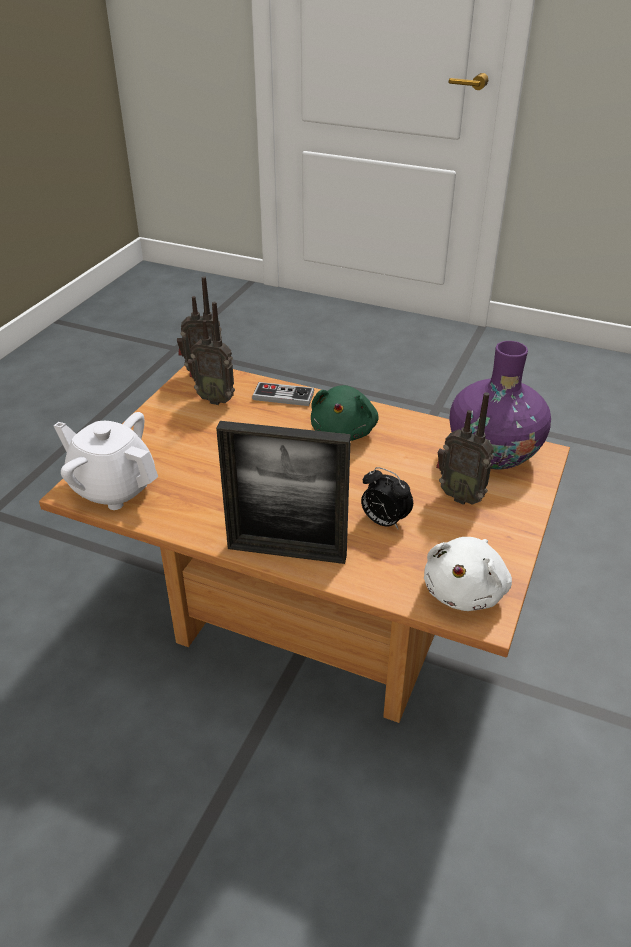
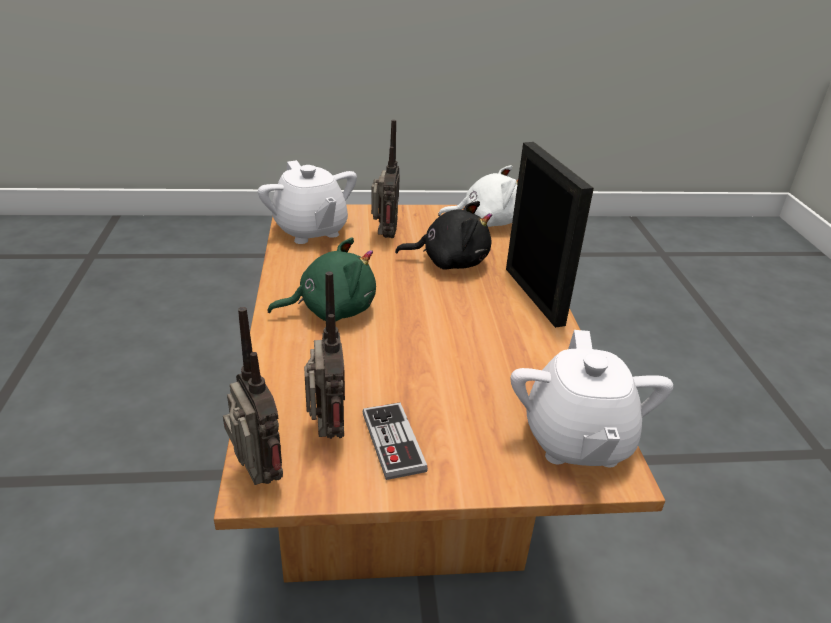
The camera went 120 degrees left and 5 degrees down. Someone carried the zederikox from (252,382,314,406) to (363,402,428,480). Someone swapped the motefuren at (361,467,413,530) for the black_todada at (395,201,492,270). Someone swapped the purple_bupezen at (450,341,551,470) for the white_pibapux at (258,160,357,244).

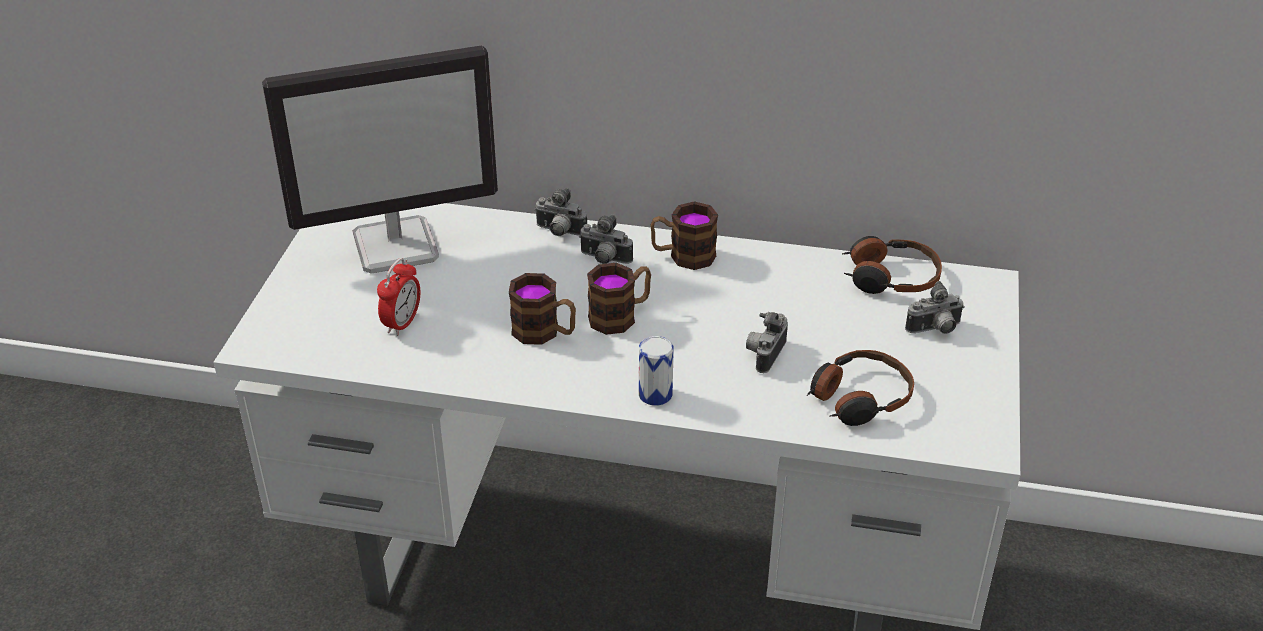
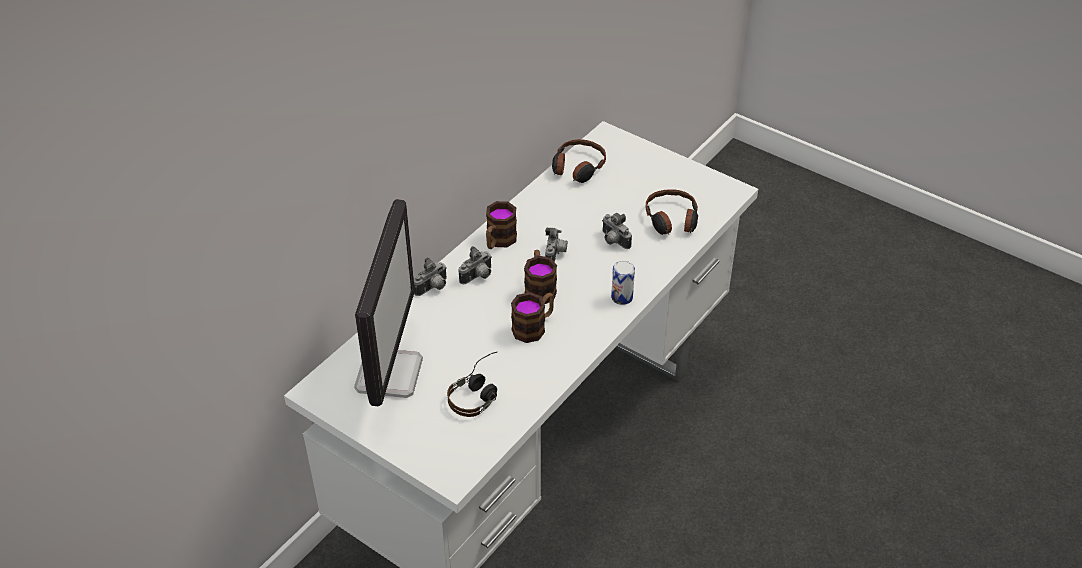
The camera went 65 degrees left and 5 degrees up. Someone swapped the motefuren at (377,258,420,336) for the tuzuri at (447,352,497,417). Someone carried the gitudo from (905,281,965,334) to (545,228,567,262).

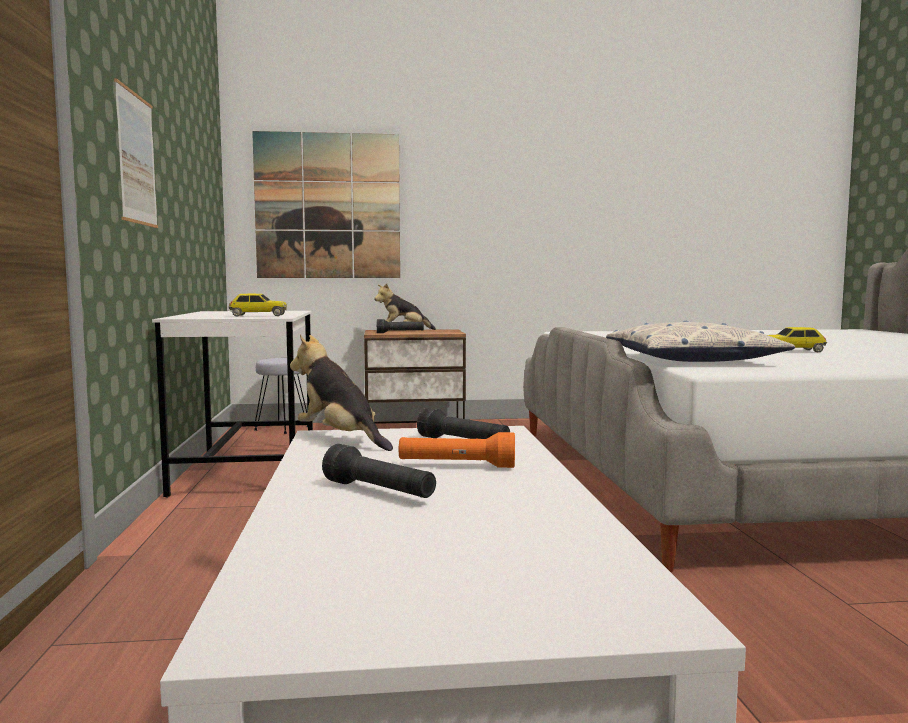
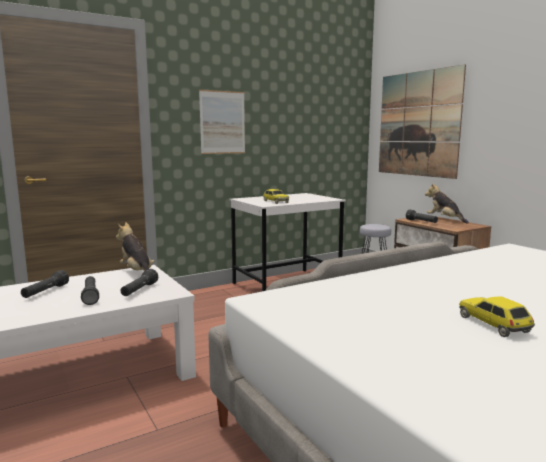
The camera went 65 degrees right and 5 degrees up. Someone rotated the todada at (290,334,393,451) by 60 degrees counterclockwise. Someone repainted the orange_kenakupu at (399,432,515,468), which became the black_kenakupu at (81,276,99,305). Someone took away the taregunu at (606,321,795,362).

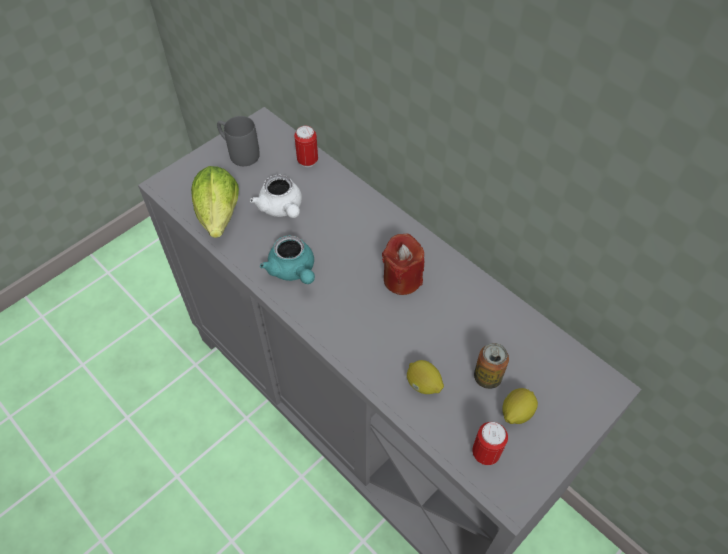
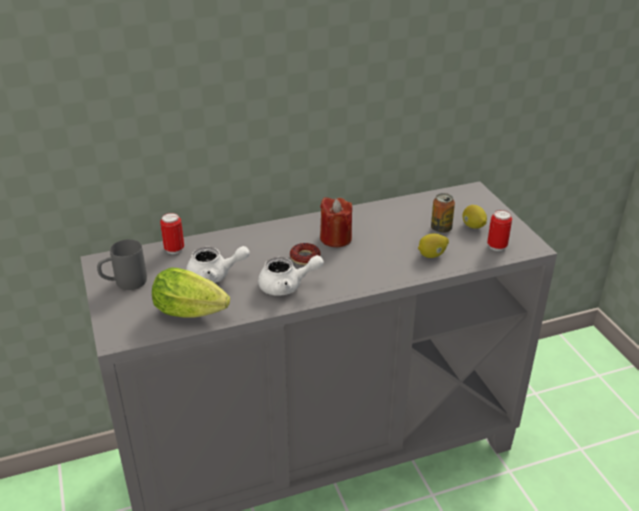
The camera went 65 degrees left and 20 degrees down. Someone repainted the turquoise_pibapux at (260,235,315,284), which became the white_pibapux at (258,255,324,296). Someone put down the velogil at (290,243,321,265).

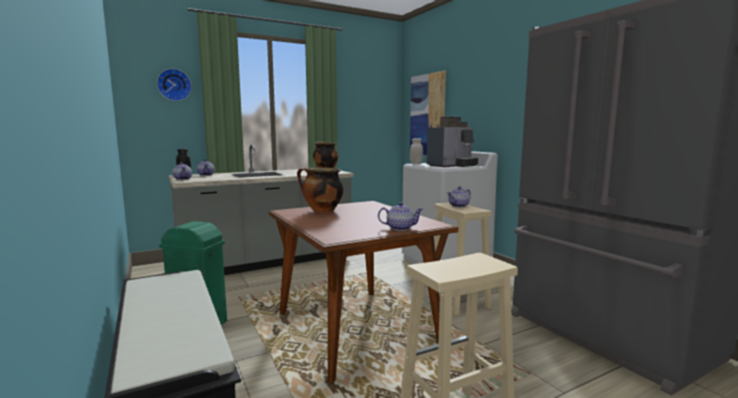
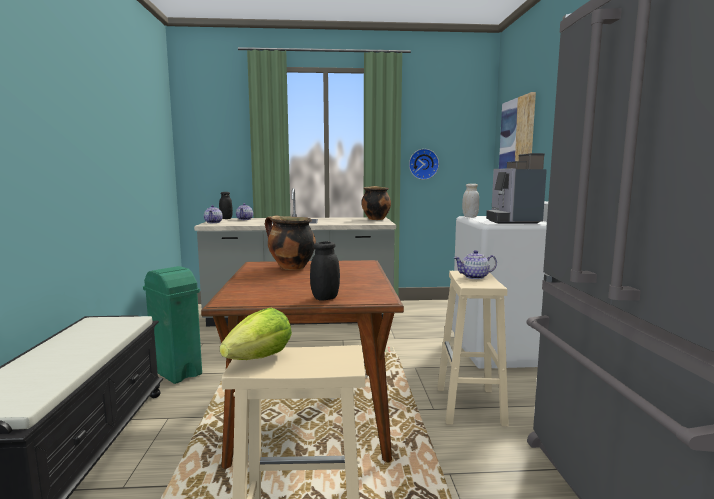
The camera went 25 degrees right and 0 degrees up. Someone carried the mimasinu from (157,69,192,101) to (409,149,439,180). Someone swapped the pibapux at (378,202,423,231) for the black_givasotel at (310,241,340,301). Someone rotated the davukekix at (427,117,478,167) by 105 degrees clockwise. Someone put down the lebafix at (220,308,292,360).

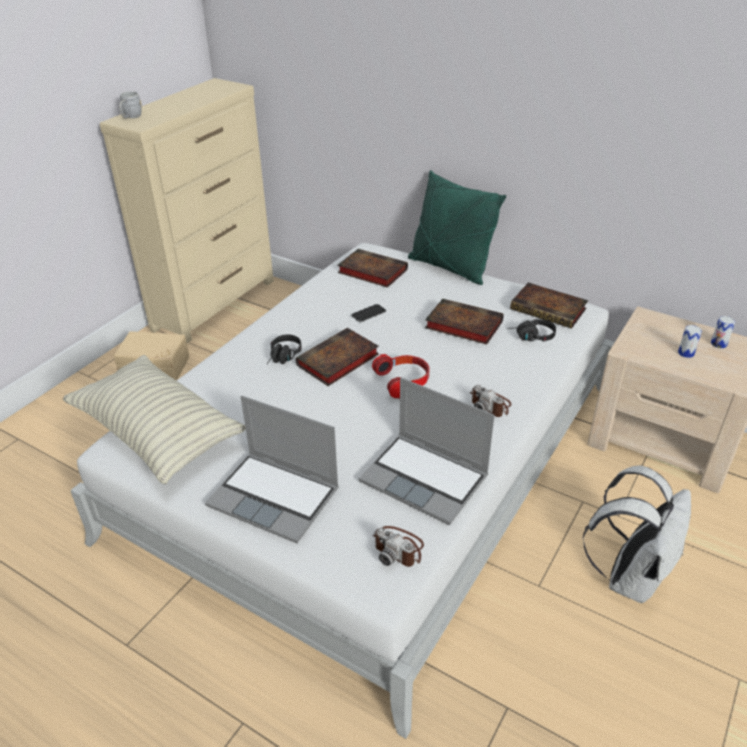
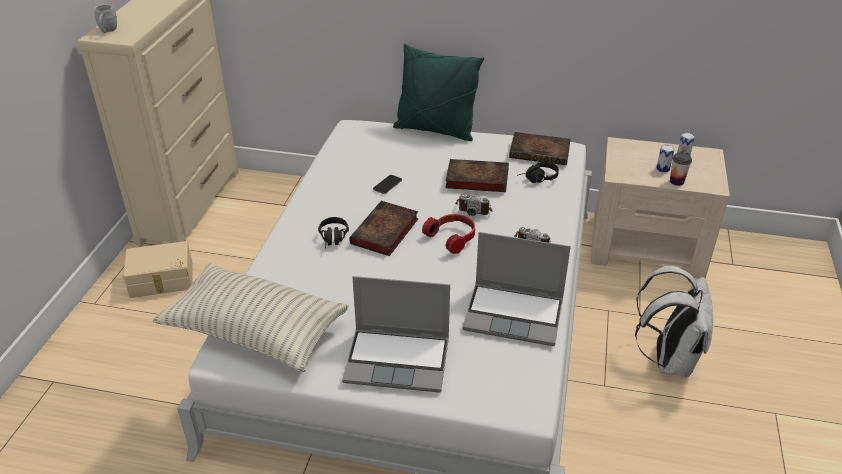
The camera went 20 degrees left and 0 degrees up. Someone took away the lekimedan at (337,249,408,287). Someone carried the gitudo from (372,526,424,567) to (455,194,492,216). Someone put down the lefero at (670,152,692,186).

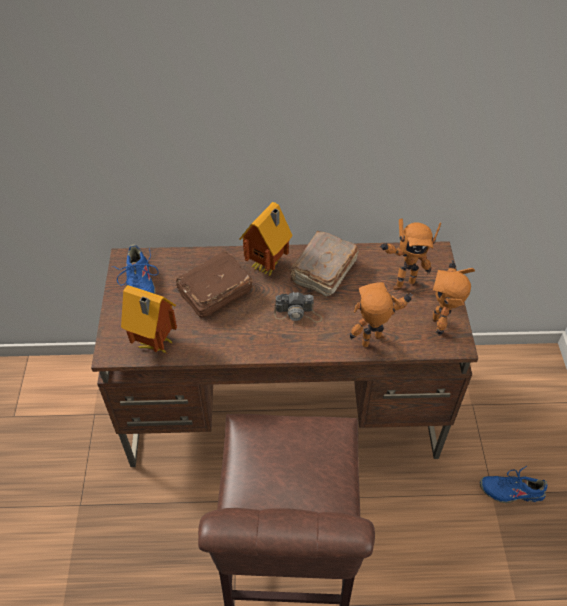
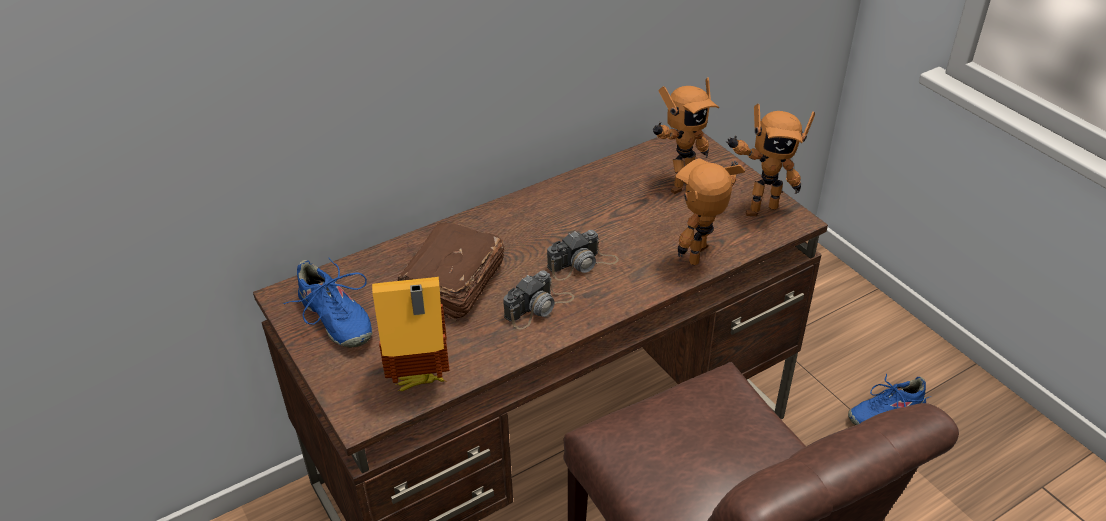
The camera went 30 degrees left and 10 degrees down. Someone took away the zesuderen at (239,202,292,276). Someone took away the brown_lekimedan at (290,231,359,298). Someone rotated the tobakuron at (432,260,475,336) by 75 degrees counterclockwise. Someone put down the gitudo at (503,270,574,329).

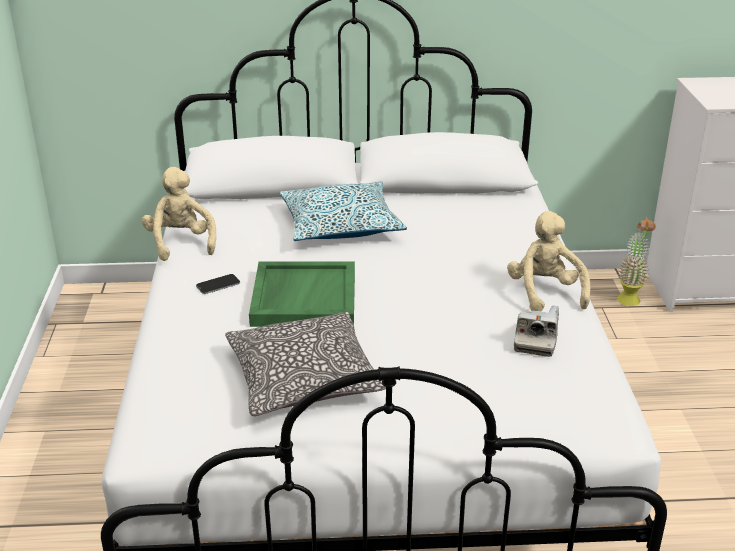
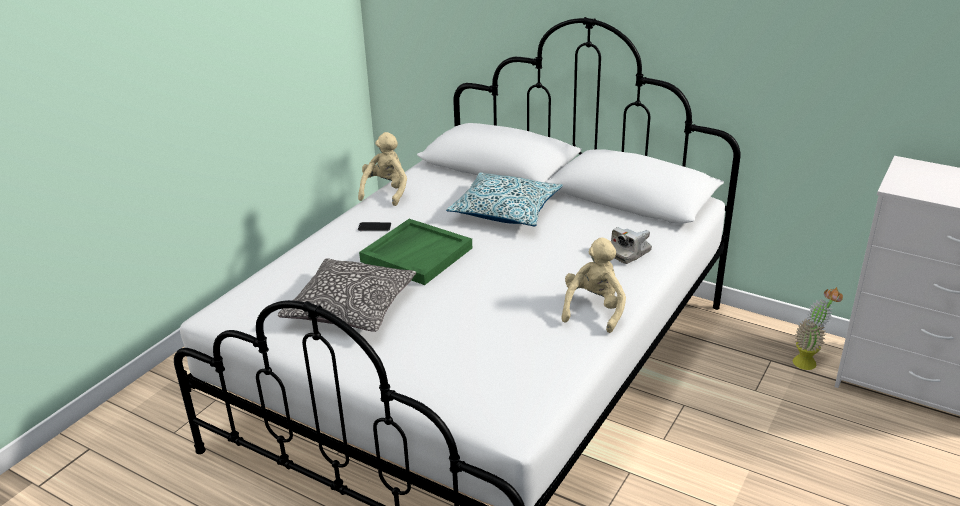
The camera went 35 degrees right and 0 degrees up. Someone carried the gitudo from (514,305,559,357) to (611,227,652,264).

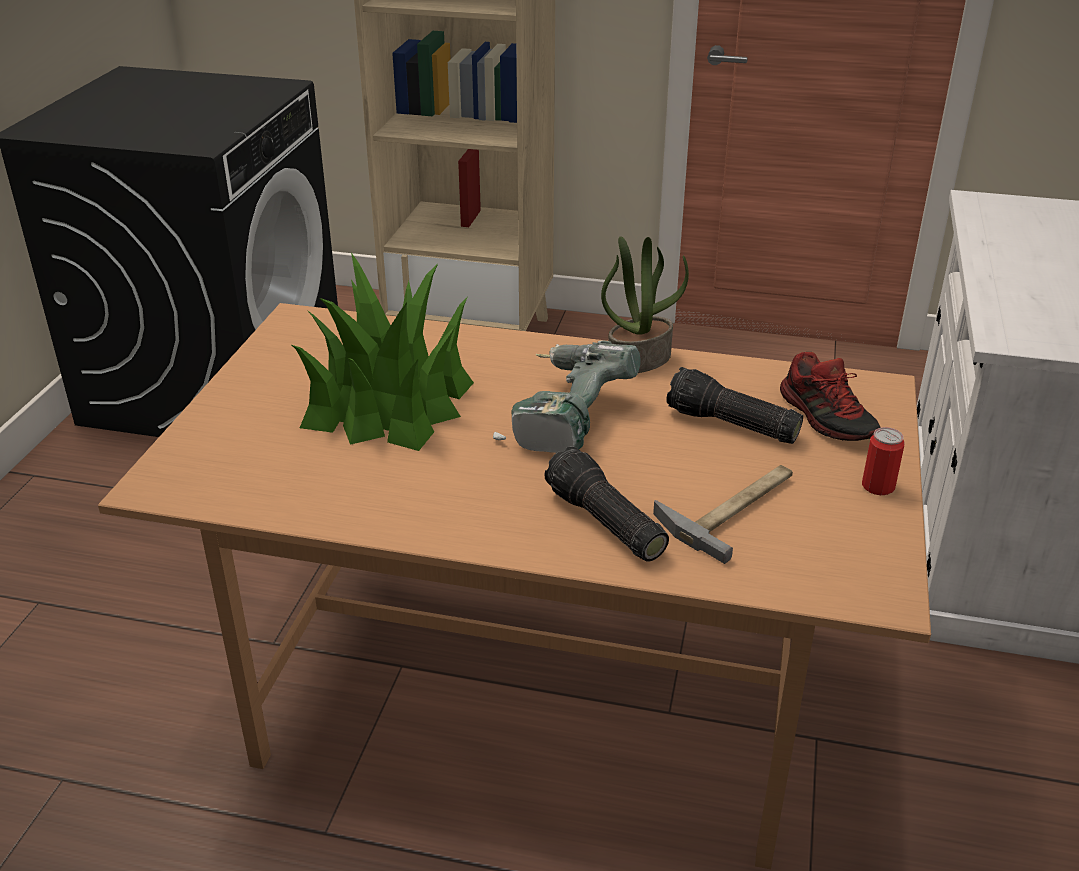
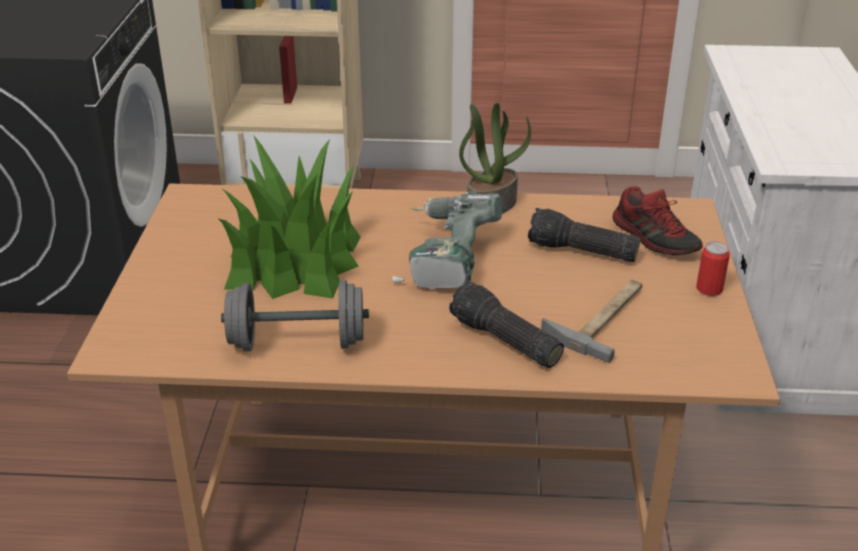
The camera went 10 degrees left and 0 degrees up. Someone put down the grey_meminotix at (221,280,369,351).

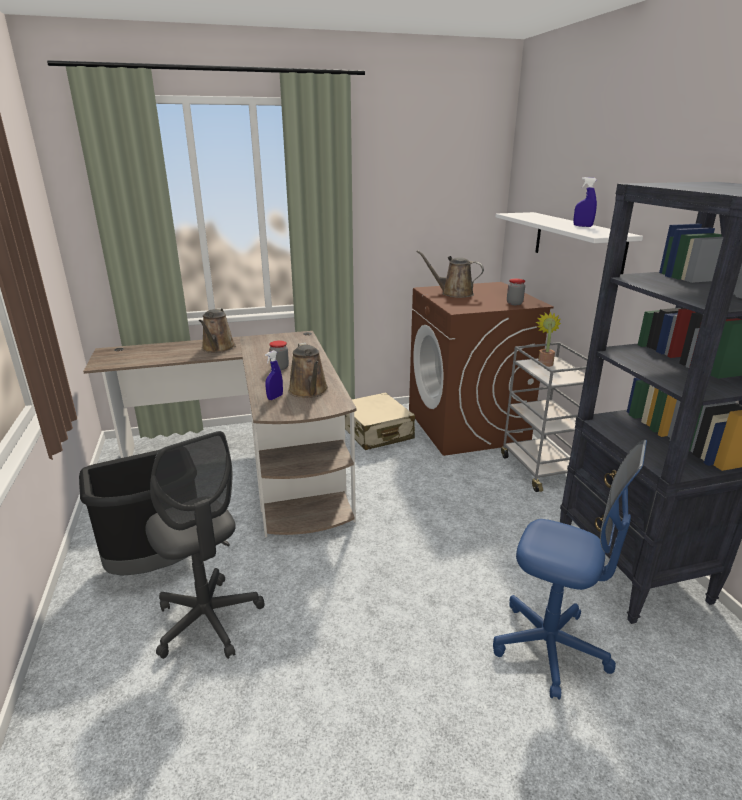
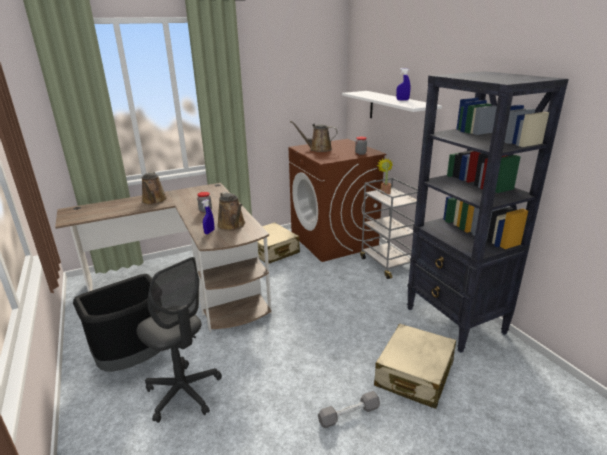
The camera went 10 degrees left and 0 degrees up. Someone swapped the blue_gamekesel at (493,440,647,700) for the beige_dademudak at (374,323,456,409). Someone put down the grey_meminotix at (318,391,380,428).

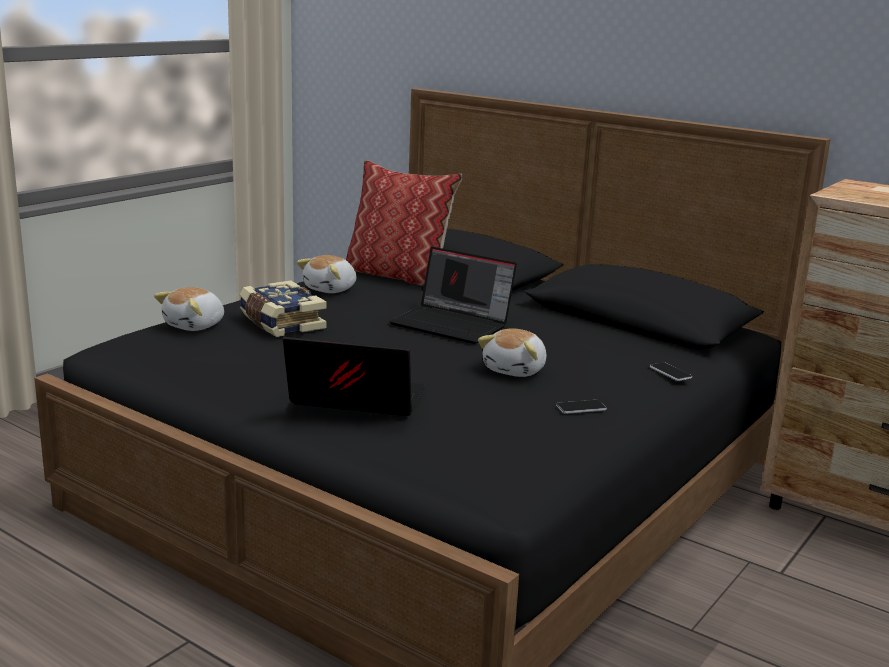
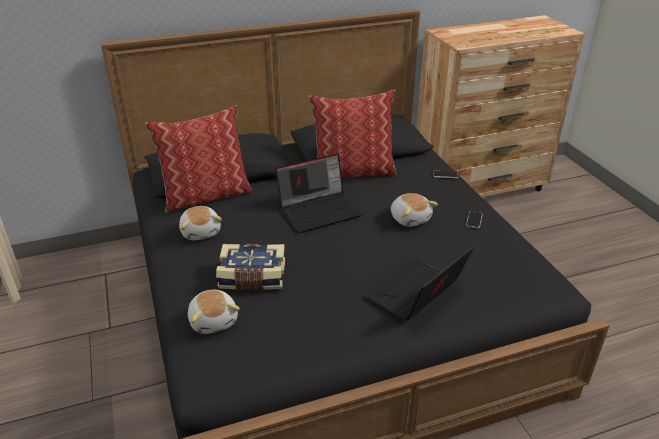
The camera went 55 degrees left and 15 degrees up. Someone put down the taregunu at (309,90,396,178).

